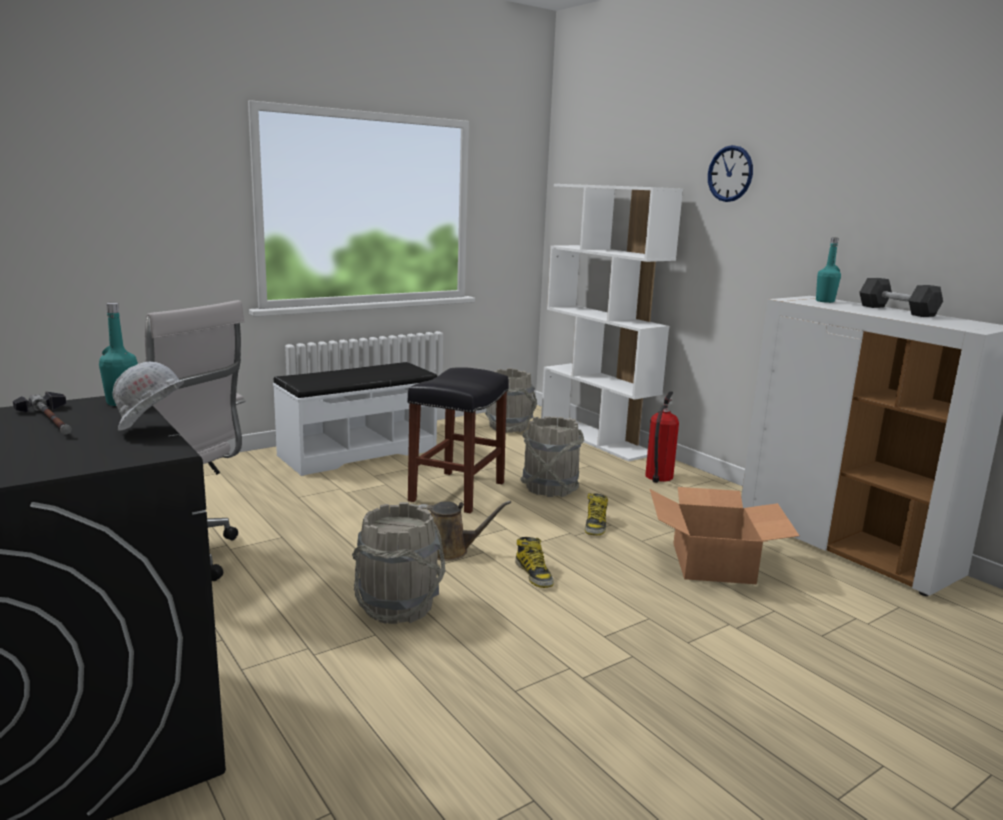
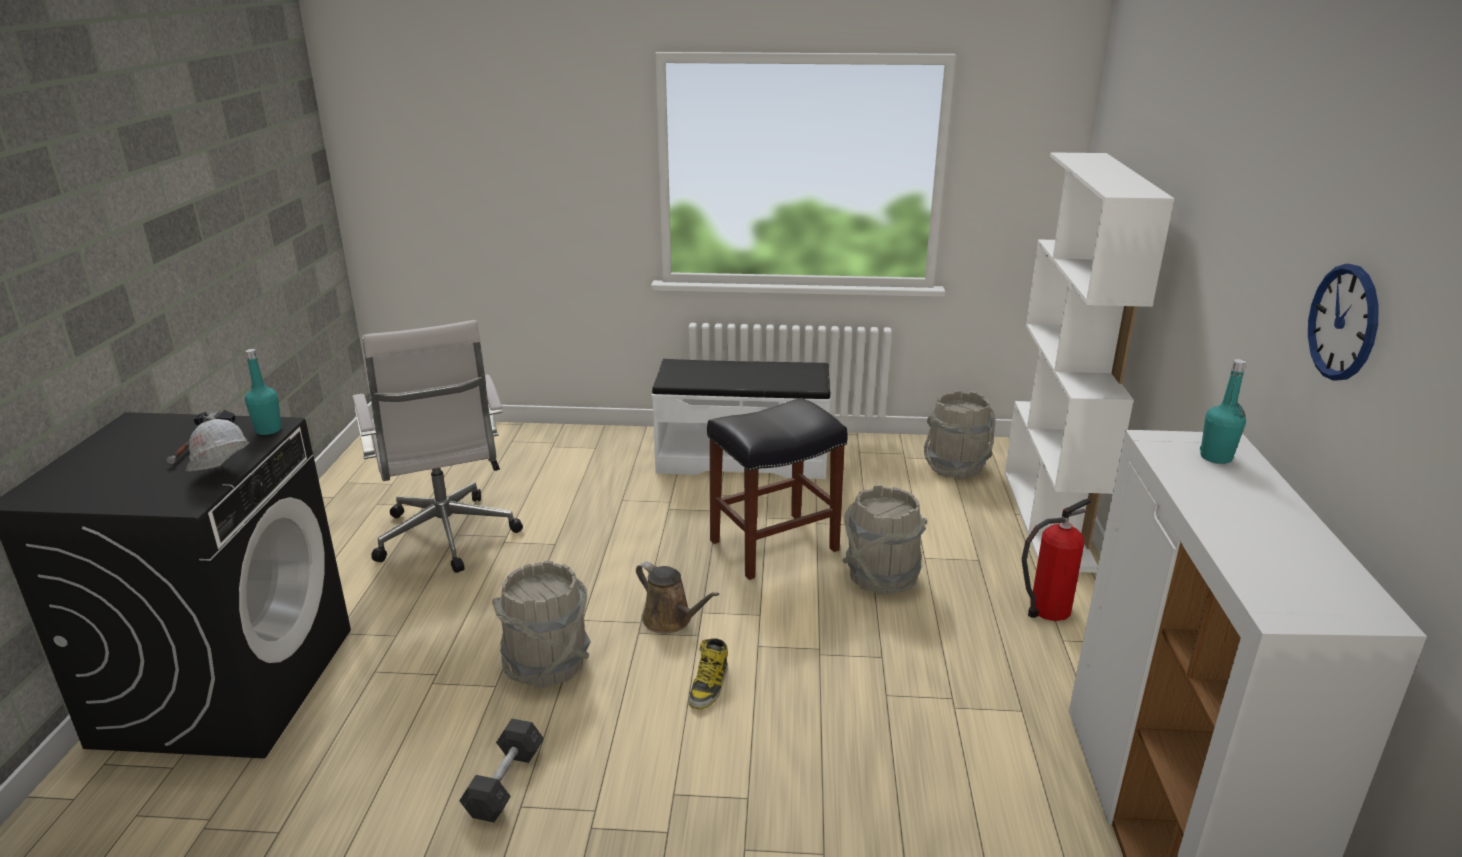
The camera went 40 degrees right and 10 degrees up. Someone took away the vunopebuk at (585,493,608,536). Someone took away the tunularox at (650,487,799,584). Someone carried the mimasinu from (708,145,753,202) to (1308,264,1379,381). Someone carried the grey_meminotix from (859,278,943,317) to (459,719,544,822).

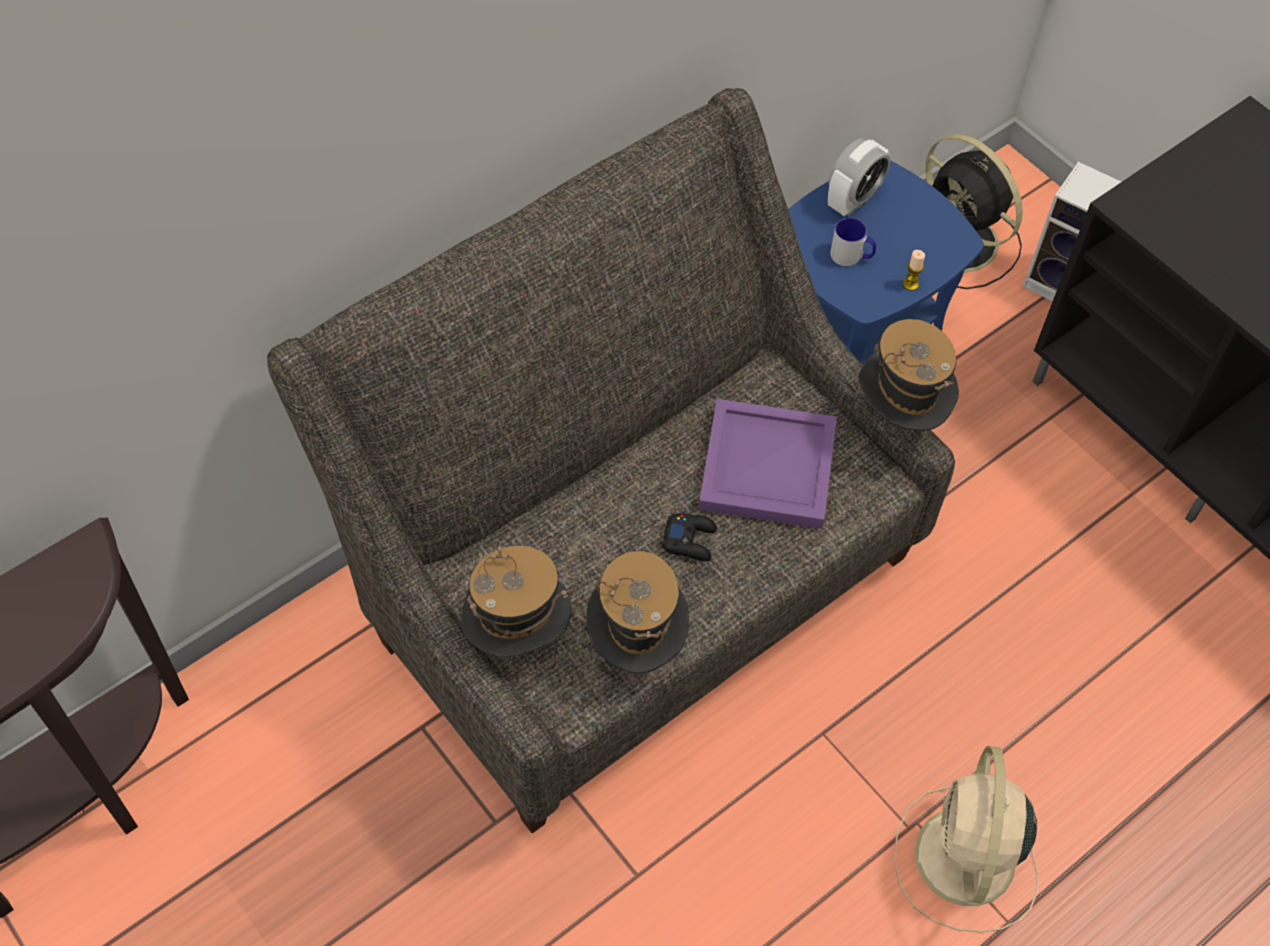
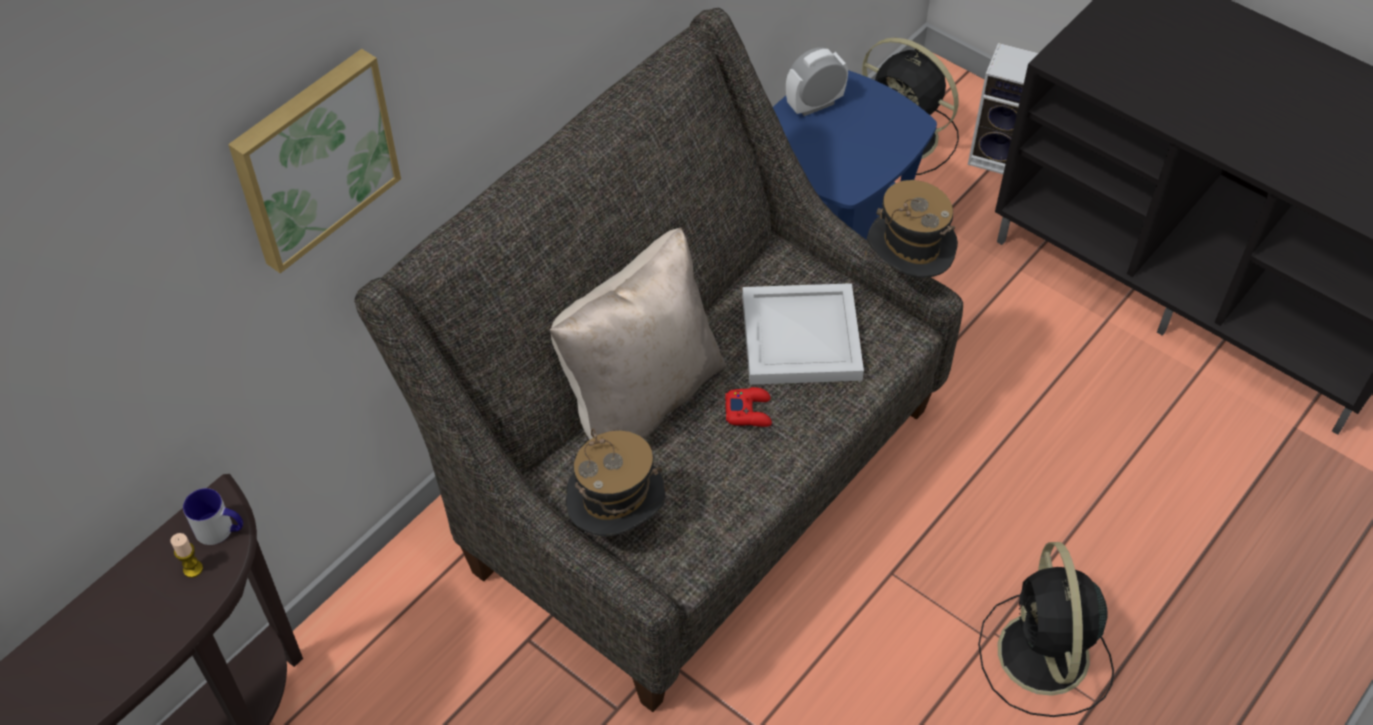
The camera went 10 degrees left and 5 degrees down. Someone took away the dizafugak at (587,551,689,674). Someone repainted the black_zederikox at (662,513,717,562), which became the red_zederikox at (725,387,772,427). Someone repainted the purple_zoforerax at (698,399,837,529), which became the white_zoforerax at (742,283,864,385). Someone rotated the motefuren at (828,138,890,216) by 150 degrees counterclockwise. Someone carried the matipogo from (830,218,876,266) to (183,488,243,545). Someone repainted the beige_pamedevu at (894,746,1038,933), which became the black_pamedevu at (978,542,1114,717). Someone carried the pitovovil from (903,250,925,291) to (170,533,203,578). Someone put up the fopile at (228,49,401,273). Someone put down the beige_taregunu at (550,227,727,440).

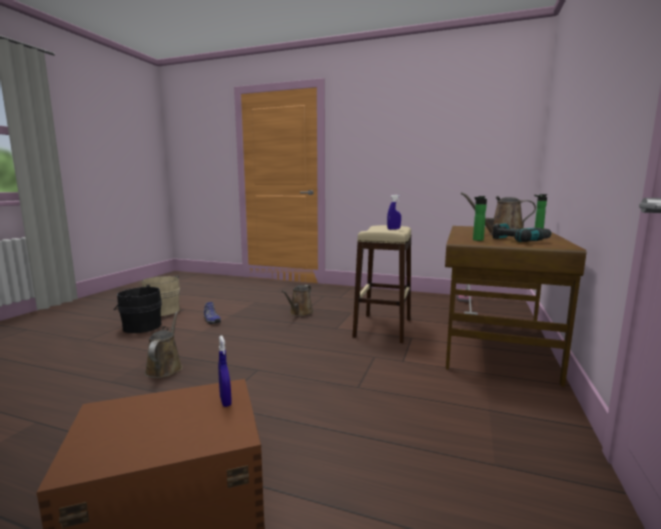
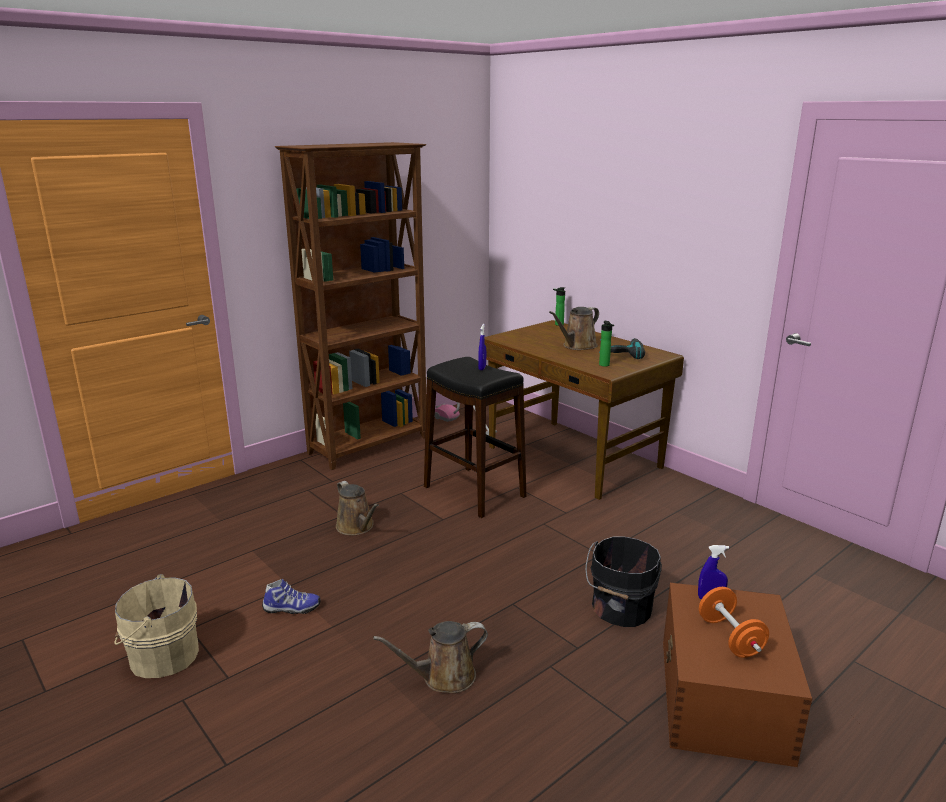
The camera went 60 degrees left and 10 degrees up. Someone carried the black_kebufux from (114,285,162,333) to (586,537,662,627). Someone rotated the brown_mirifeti at (144,311,183,378) by 45 degrees counterclockwise. Someone repainted the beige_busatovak at (353,225,411,343), which became the black_busatovak at (424,357,526,518). Someone put down the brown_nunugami at (275,142,426,470). Someone put down the orange_meminotix at (699,587,769,658).

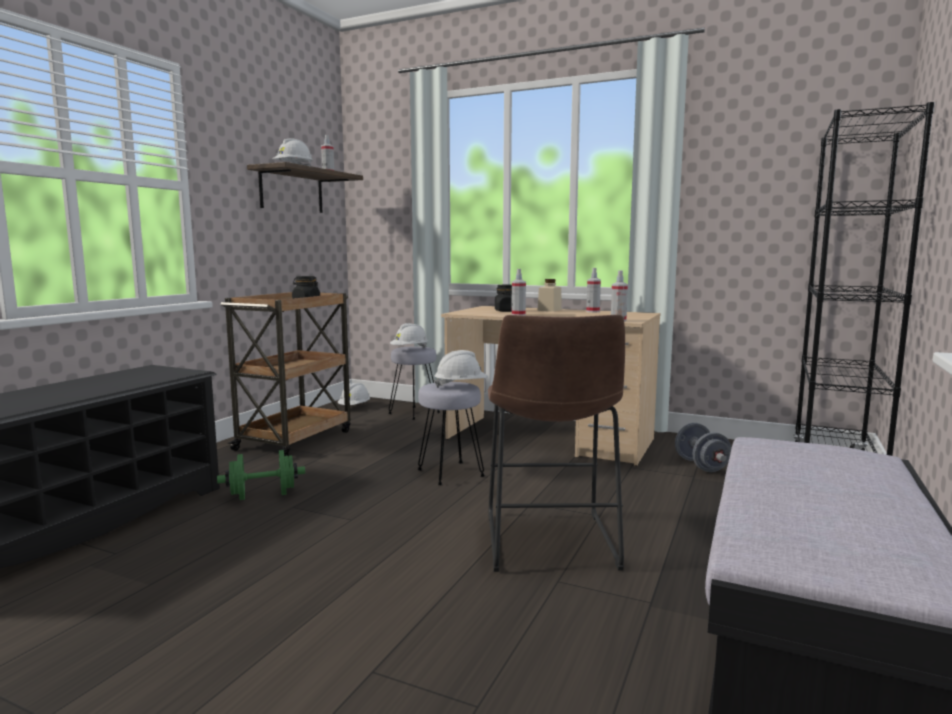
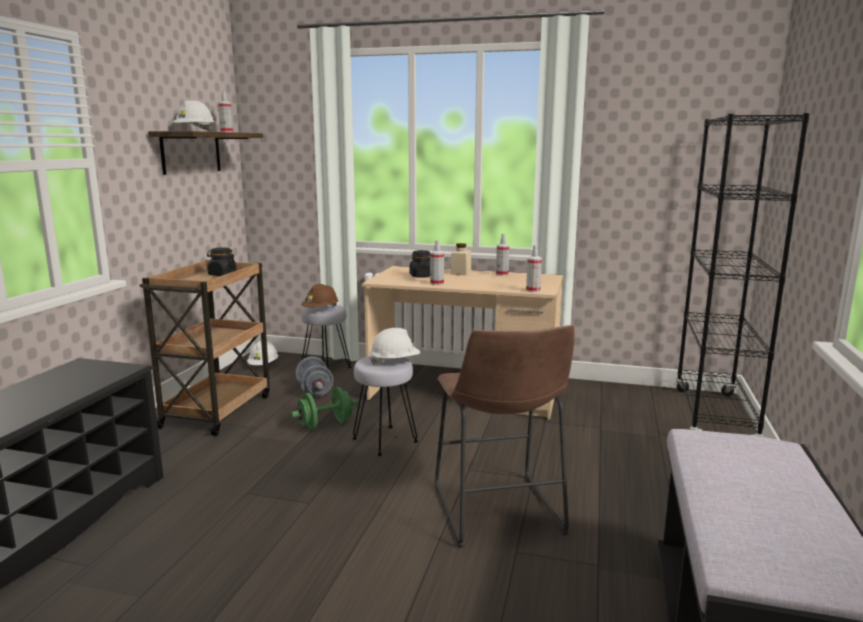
The camera went 10 degrees left and 5 degrees up. Someone carried the green_meminotix from (217,450,305,500) to (291,387,357,430). Someone repainted the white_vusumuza at (390,323,428,348), which became the brown_vusumuza at (301,284,338,308). Someone carried the grey_meminotix from (675,423,731,472) to (296,356,333,397).

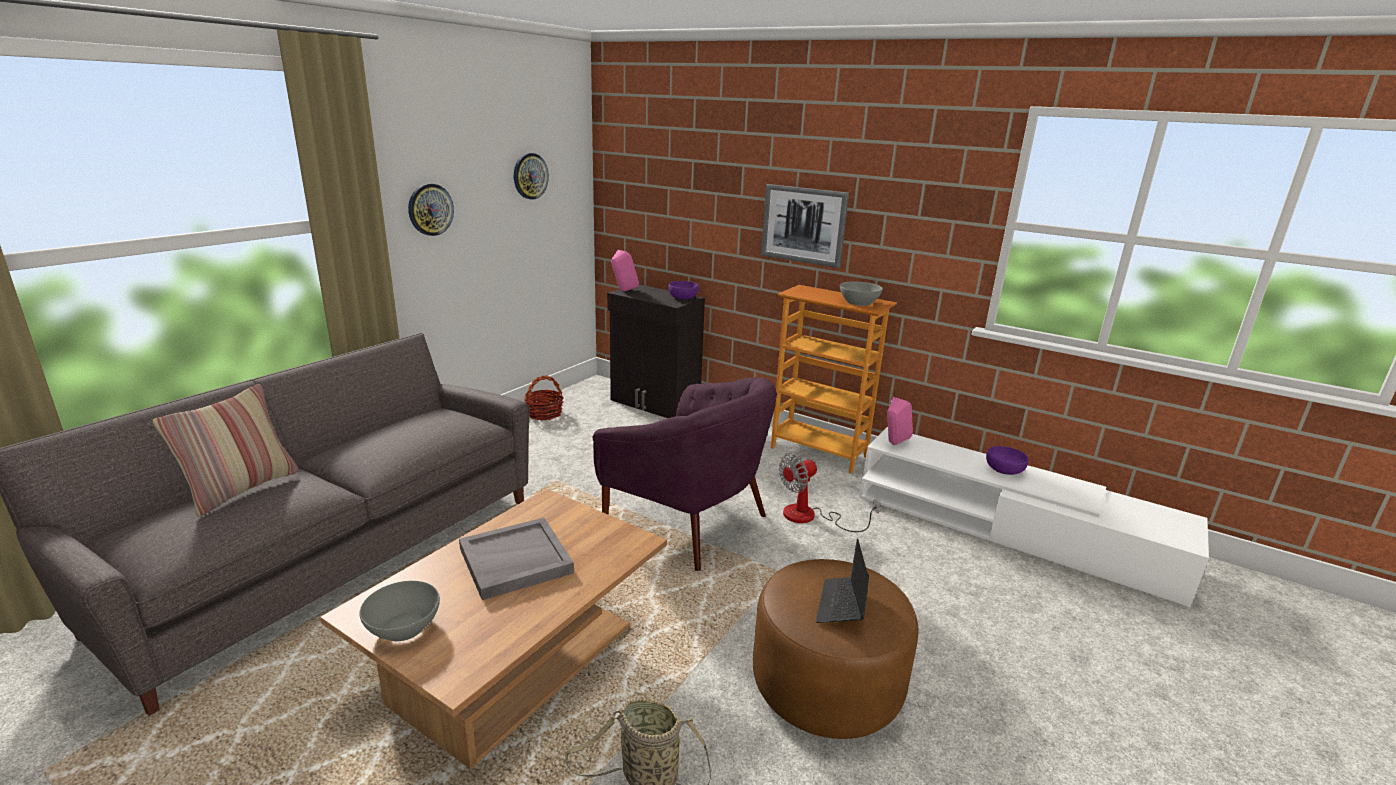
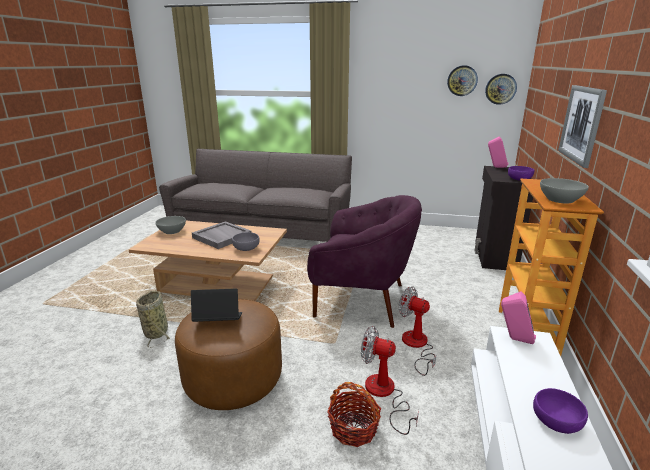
The camera went 70 degrees right and 0 degrees up. Someone took away the taregunu at (153,384,298,517). Someone carried the mimasinu from (408,183,454,236) to (485,74,517,105). Someone carried the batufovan from (524,375,564,420) to (327,382,381,447). Someone rotated the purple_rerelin at (593,378,777,571) by 90 degrees counterclockwise. Someone put down the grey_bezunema at (232,232,260,251). Someone put down the pamedevu at (361,326,419,435).

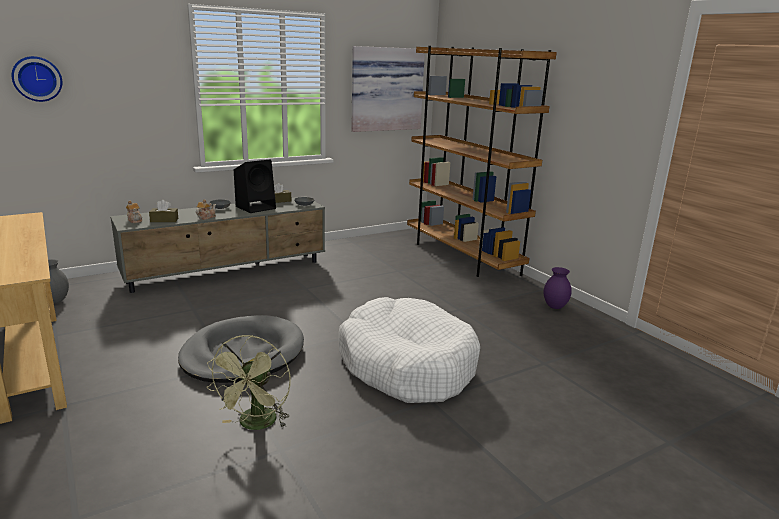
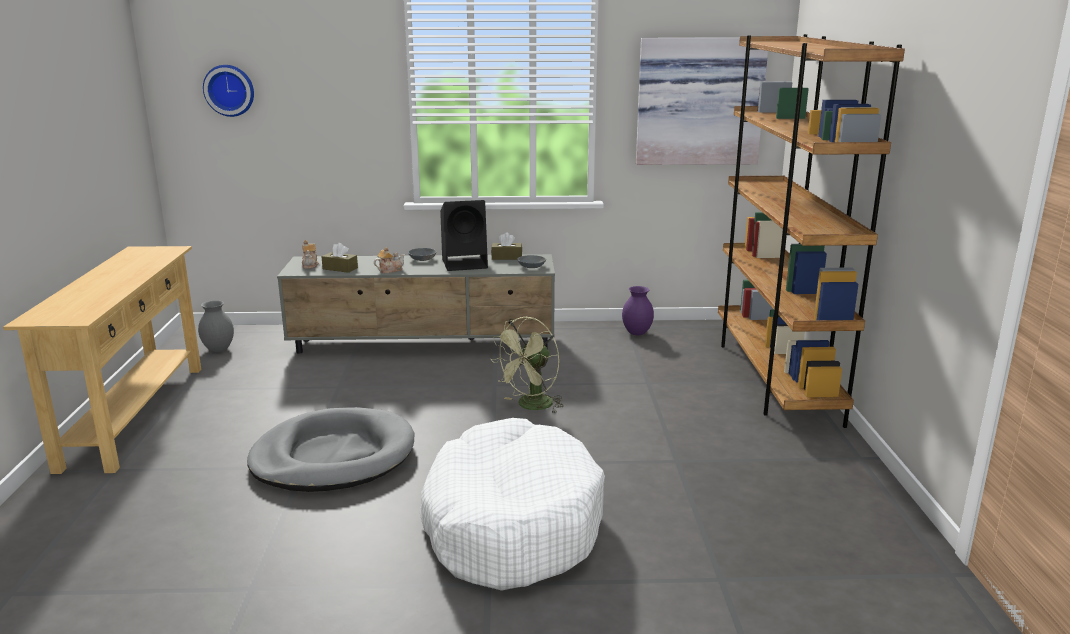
The camera went 30 degrees right and 0 degrees up. Someone carried the green_pamedevu from (206,335,291,430) to (491,317,564,414). Someone carried the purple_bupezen from (544,267,572,309) to (622,286,654,335).

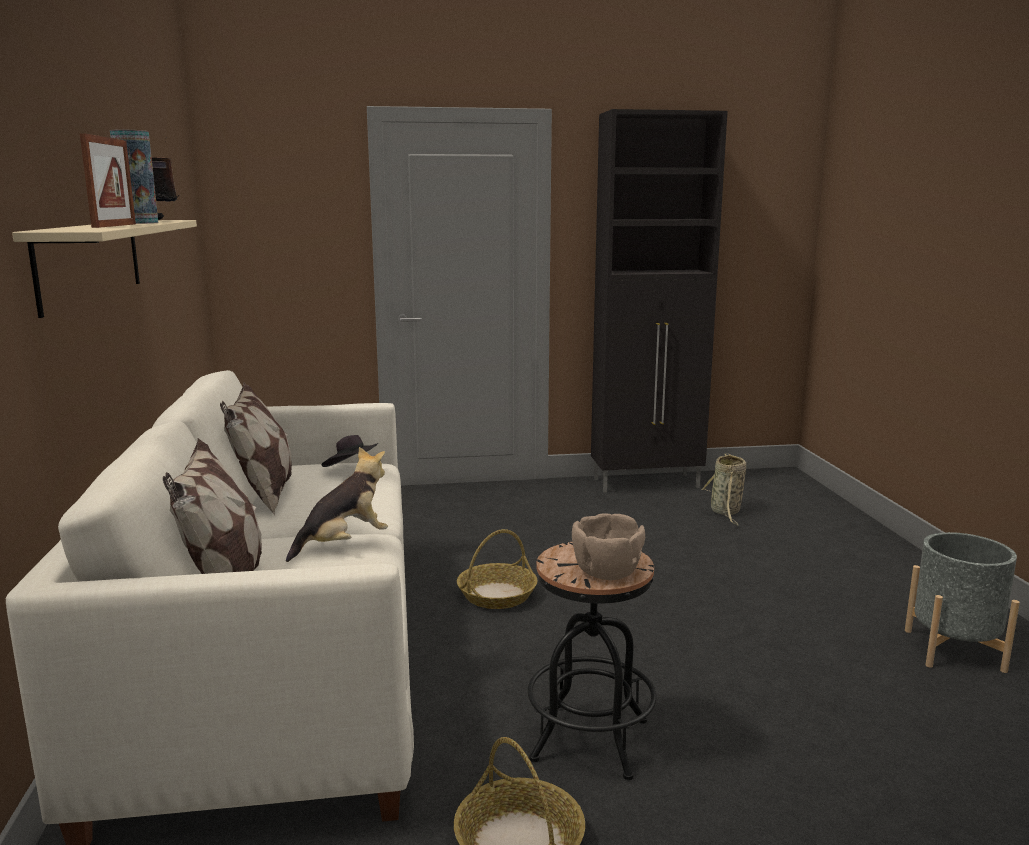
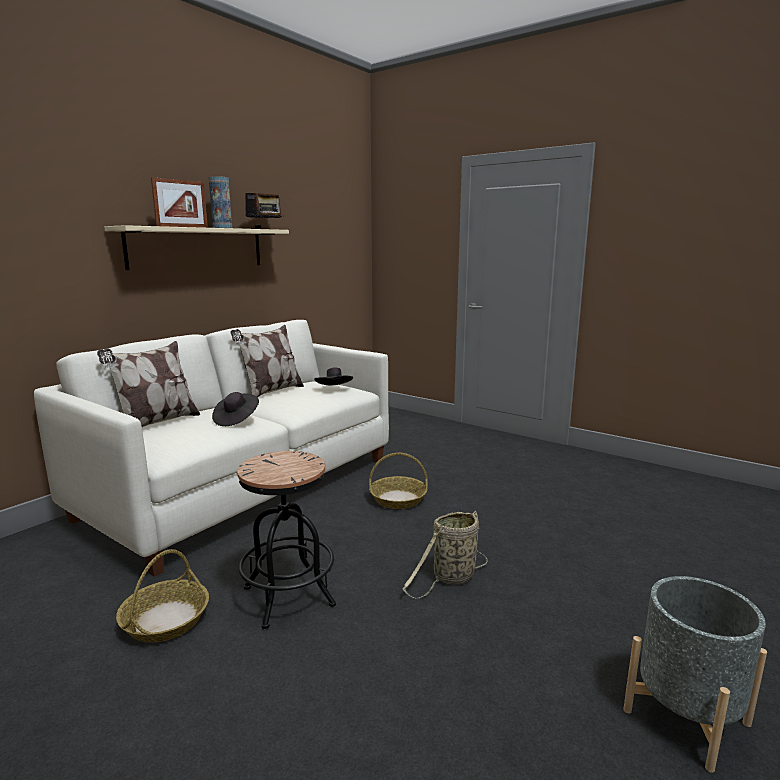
The camera went 45 degrees right and 0 degrees up. Someone swapped the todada at (286,447,388,562) for the black_dizafugak at (212,392,259,426). Someone took away the brown_bezunema at (572,514,645,580). Someone took away the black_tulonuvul at (591,109,728,493). Someone carried the batufovan from (701,453,746,526) to (402,511,488,598).

